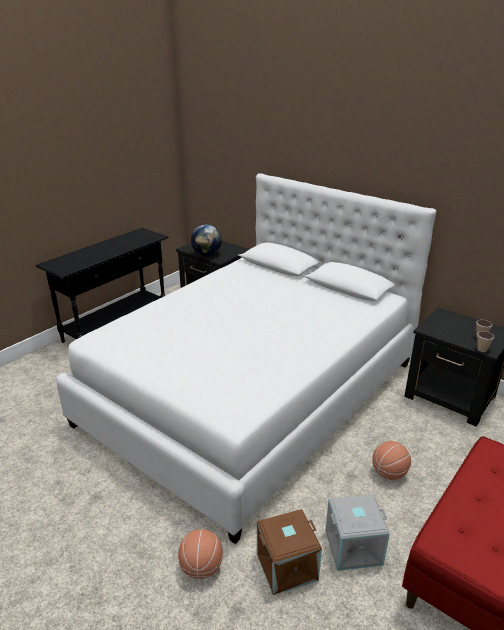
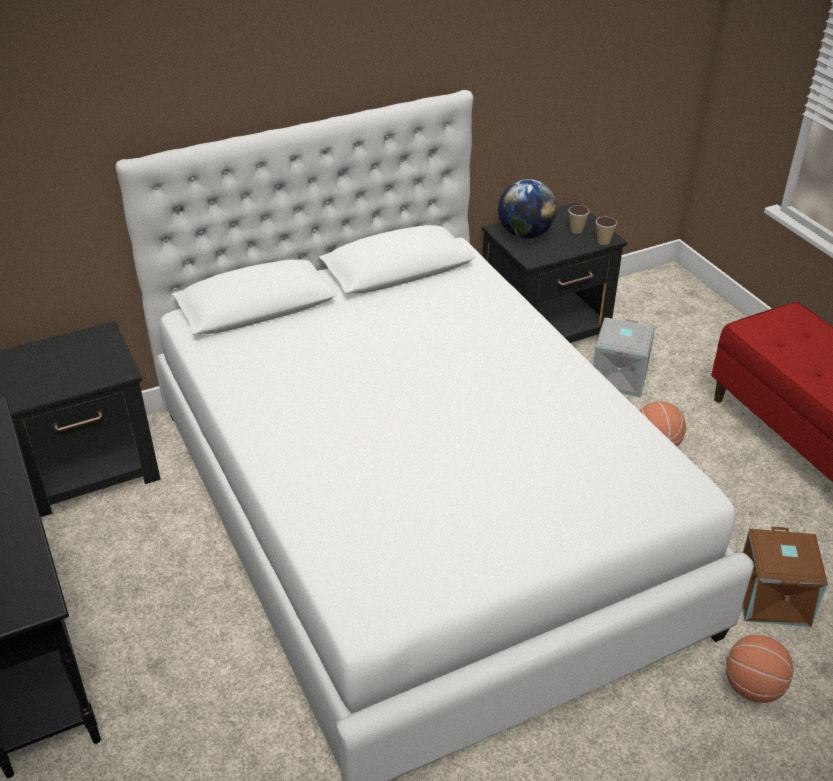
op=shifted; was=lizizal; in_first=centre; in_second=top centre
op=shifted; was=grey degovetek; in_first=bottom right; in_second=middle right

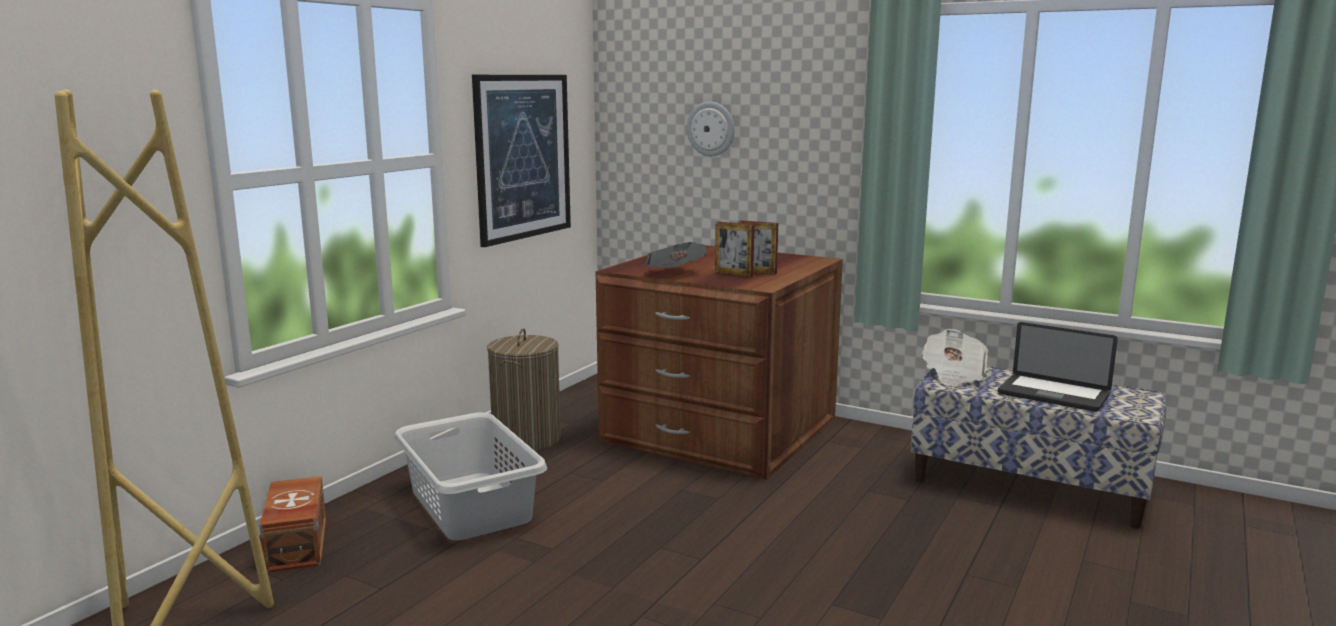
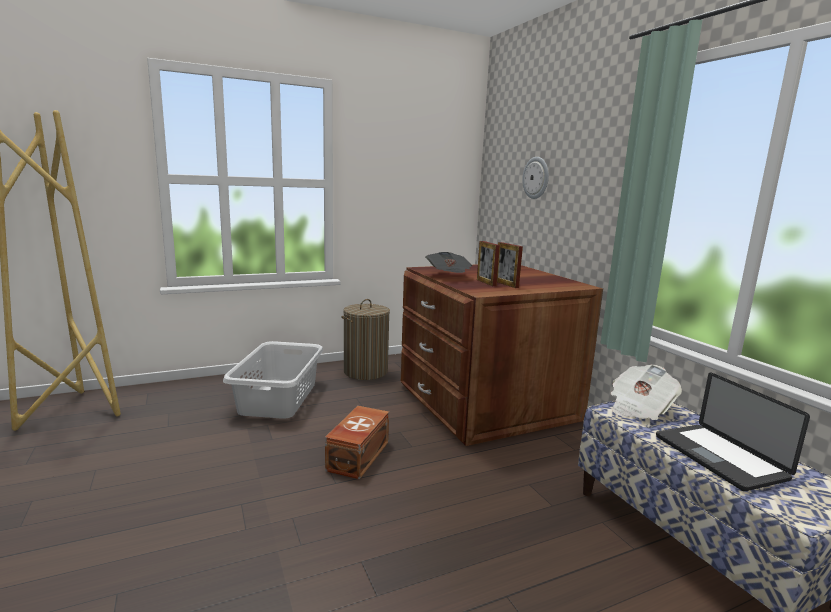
op=shifted; was=brown degovetek; in_first=bottom left; in_second=bottom centre
op=gone; was=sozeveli; in_first=top centre

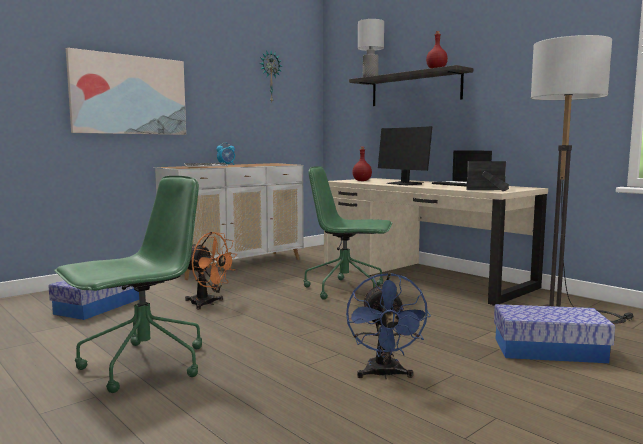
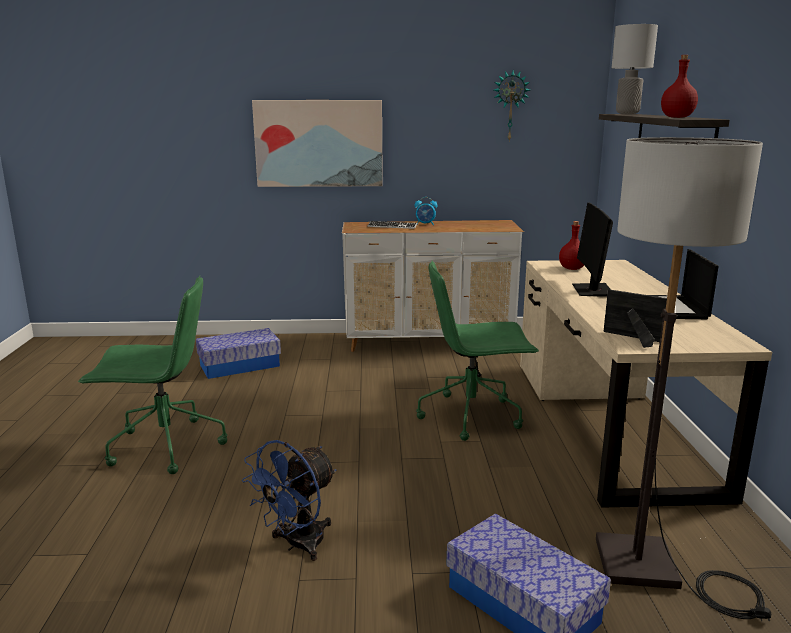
op=rotated; was=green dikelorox (no. 2 from left); in_first=centre; in_second=centre; clockwise=-60
op=gone; was=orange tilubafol; in_first=middle left

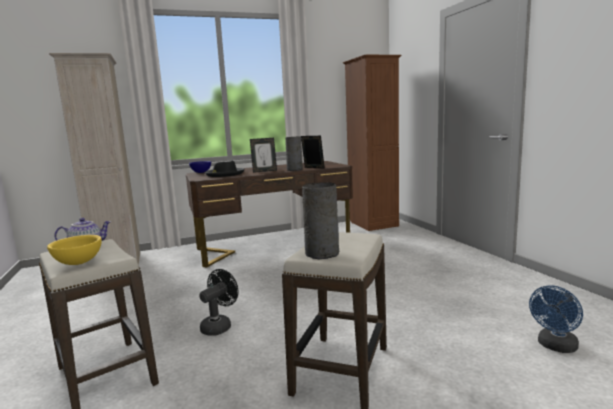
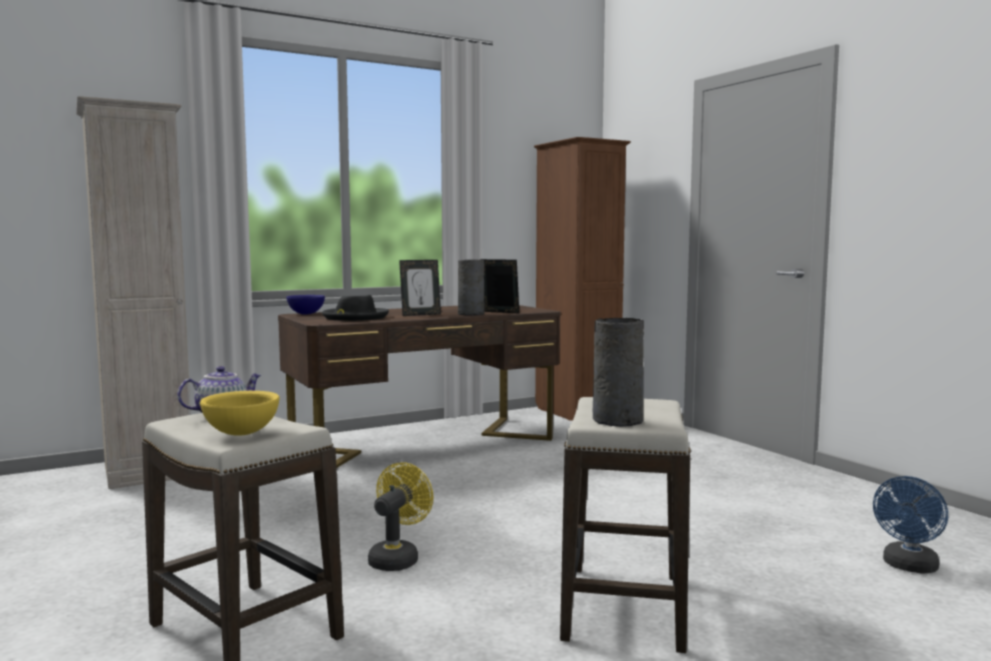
op=repainted; was=black tilubafol; now=yellow tilubafol; in_first=bottom centre; in_second=bottom centre

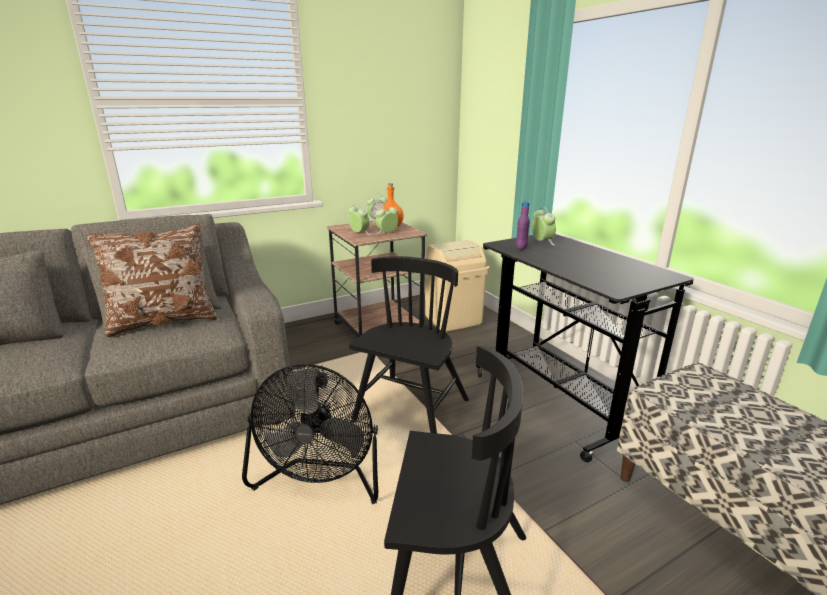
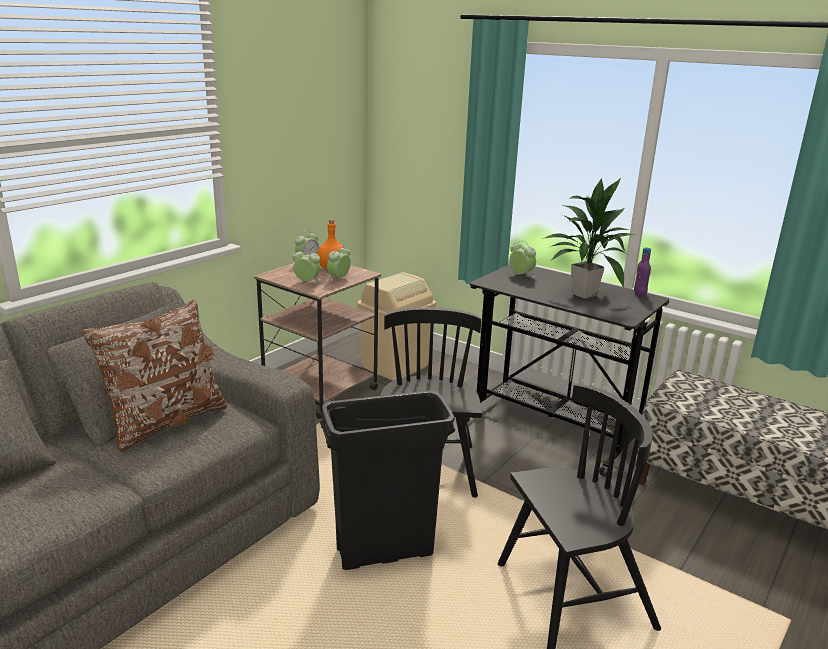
op=swapped; was=black tilubafol; now=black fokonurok; in_first=bottom centre; in_second=bottom centre
op=new; now=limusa; in_second=middle right
op=shifted; was=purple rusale; in_first=centre; in_second=middle right

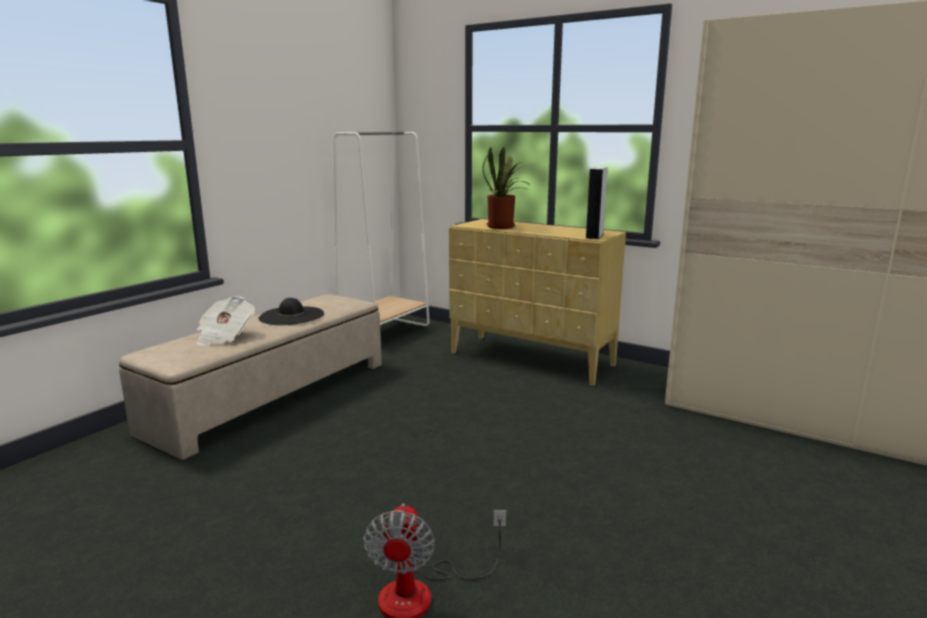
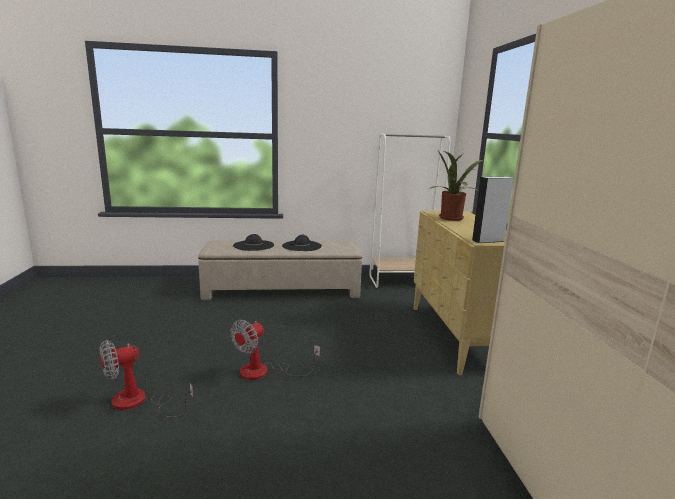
op=new; now=tilubafol (no. 2 from left); in_second=bottom centre
op=swapped; was=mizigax; now=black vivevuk (no. 1 from left); in_first=middle left; in_second=centre

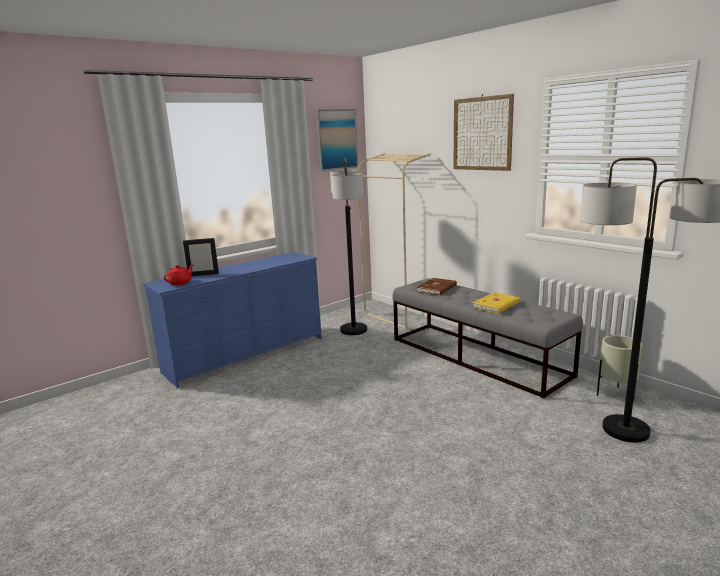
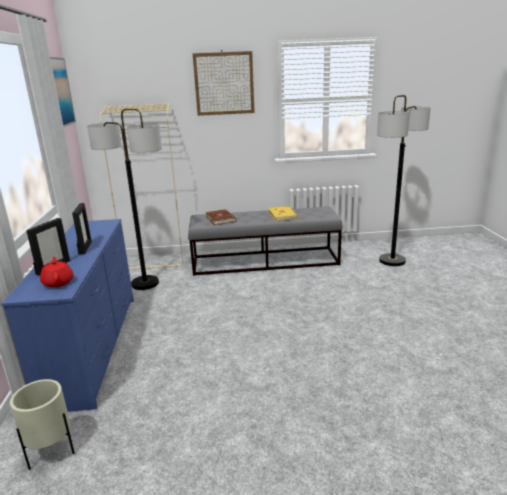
op=shifted; was=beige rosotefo; in_first=middle right; in_second=bottom left
op=new; now=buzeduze (no. 2 from left); in_second=middle left

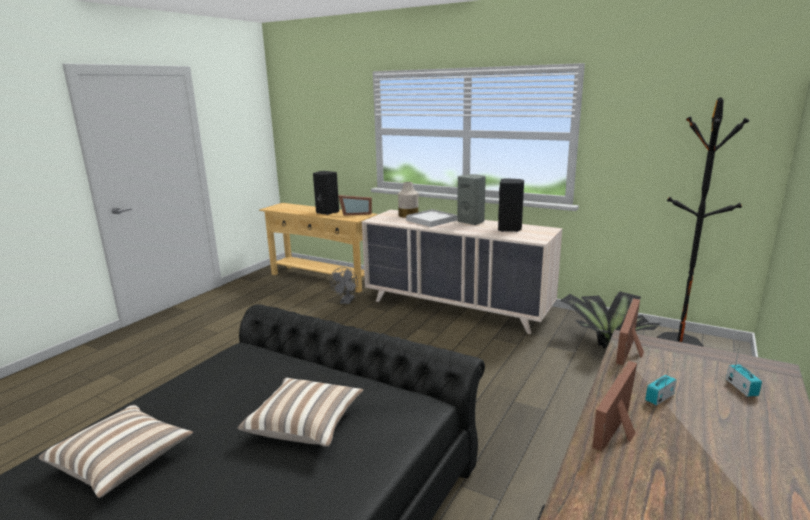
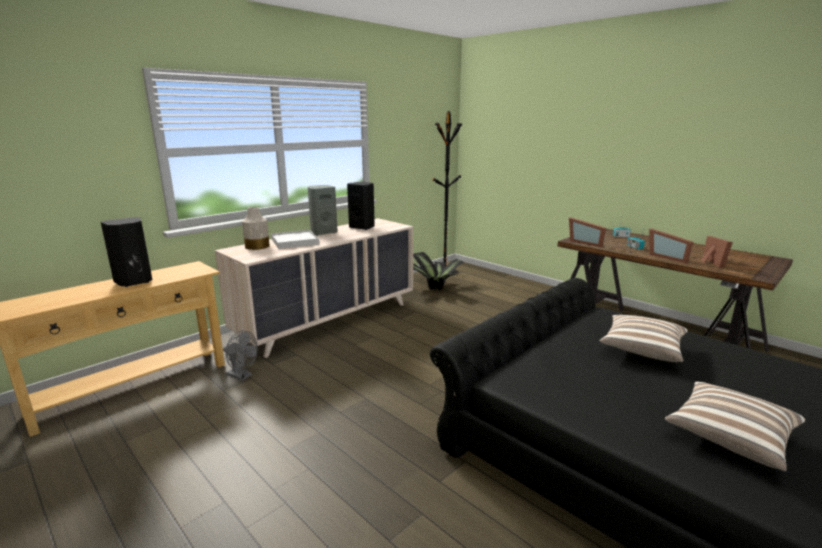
op=shifted; was=buzeduze (no. 1 from left in the first image); now=buzeduze (no. 3 from left); in_first=centre; in_second=middle right

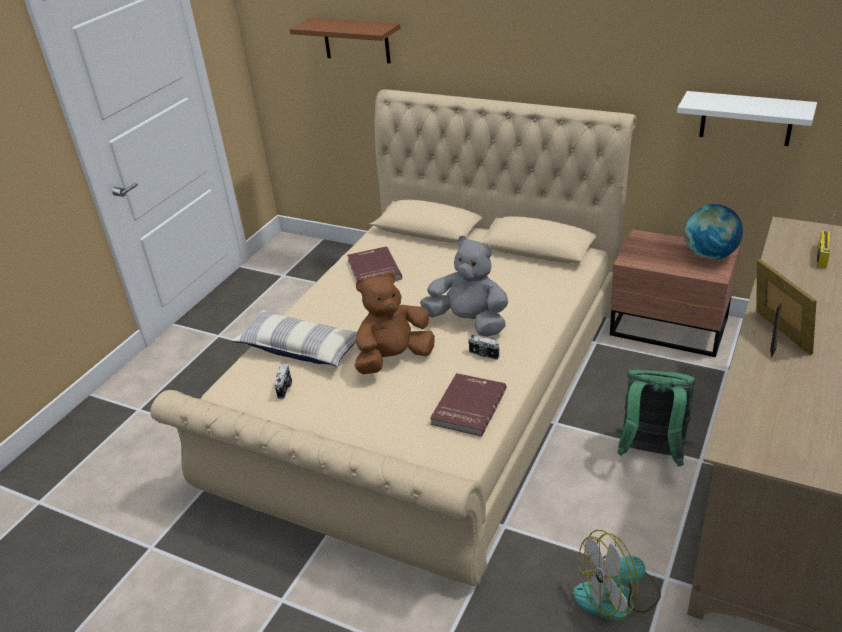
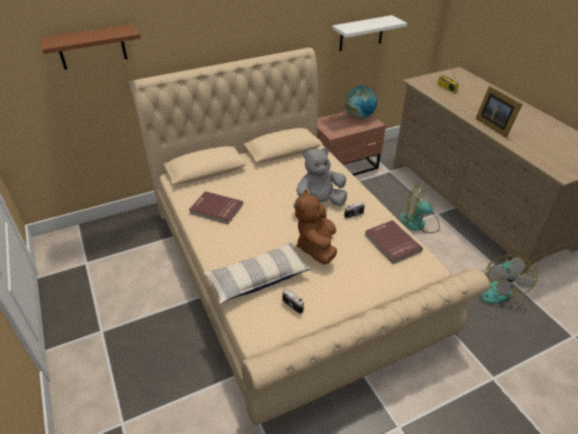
op=swapped; was=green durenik; now=tilubafol (no. 1 from left); in_first=middle right; in_second=middle right
op=rotated; was=buzeduze; in_first=middle right; in_second=top right; clockwise=-135

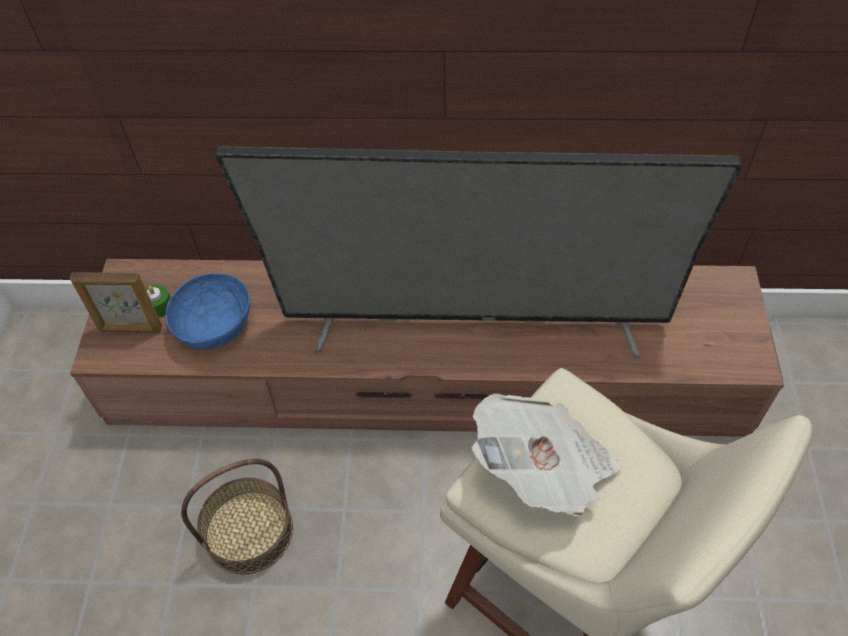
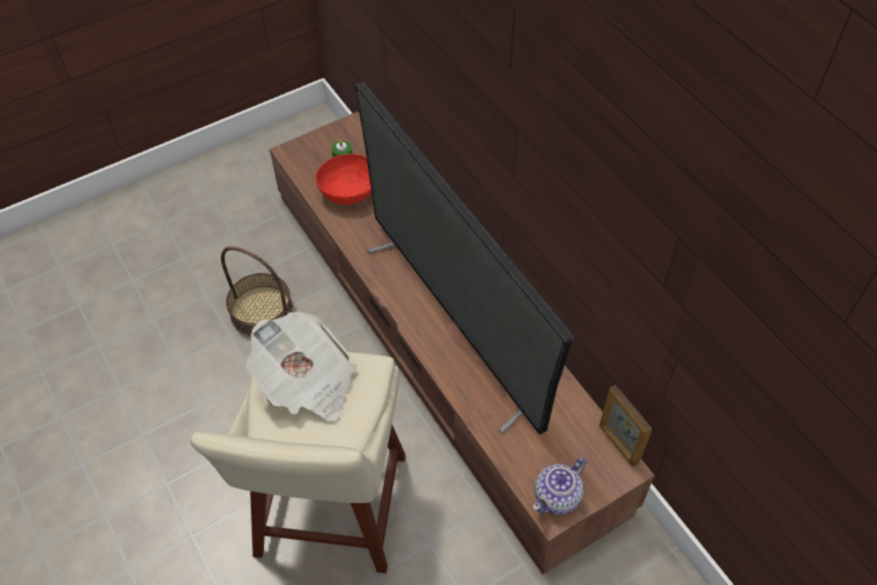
op=repainted; was=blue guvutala; now=red guvutala; in_first=middle left; in_second=top centre
op=new; now=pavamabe; in_second=bottom centre
op=shifted; was=buzeduze; in_first=middle left; in_second=bottom right

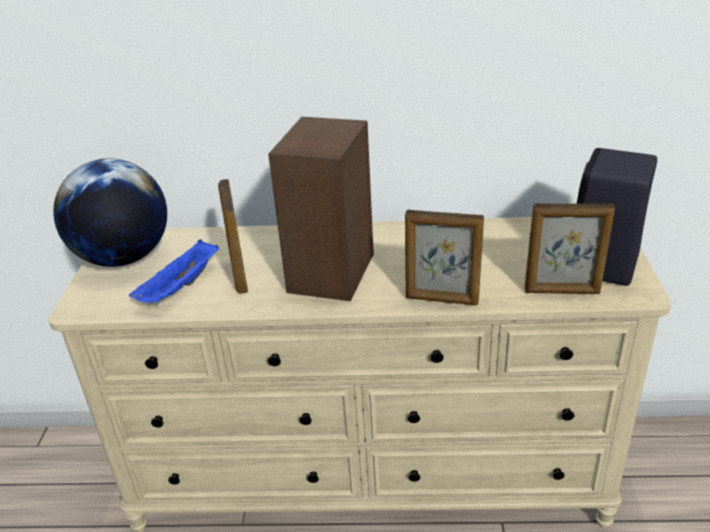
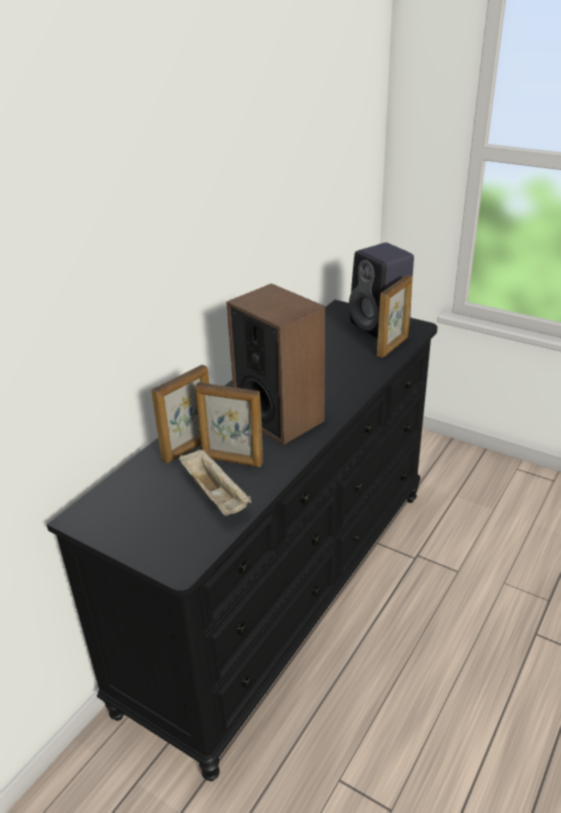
op=repainted; was=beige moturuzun; now=black moturuzun; in_first=bottom centre; in_second=centre
op=shifted; was=buzeduze (no. 2 from left in the first image); now=buzeduze (no. 1 from left); in_first=centre; in_second=middle left
op=repainted; was=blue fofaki; now=beige fofaki; in_first=middle left; in_second=centre
op=gone; was=lizizal; in_first=middle left

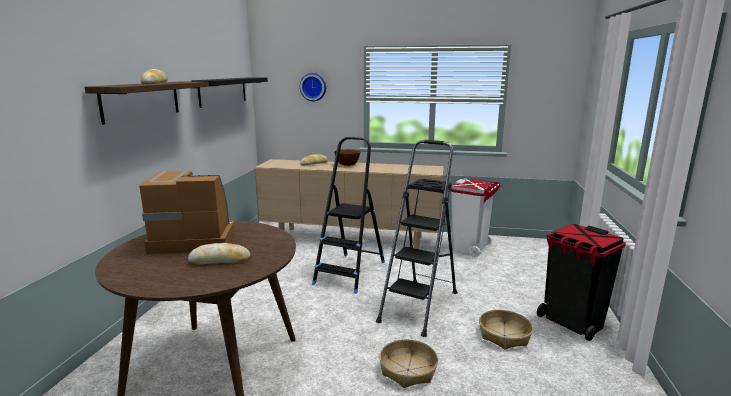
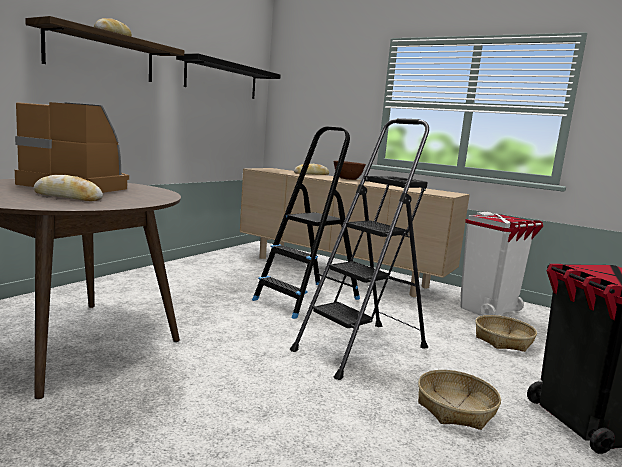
op=shifted; was=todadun (no. 1 from left in the first image); now=todadun (no. 2 from left); in_first=bottom centre; in_second=bottom right
op=gone; was=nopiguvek; in_first=top centre

